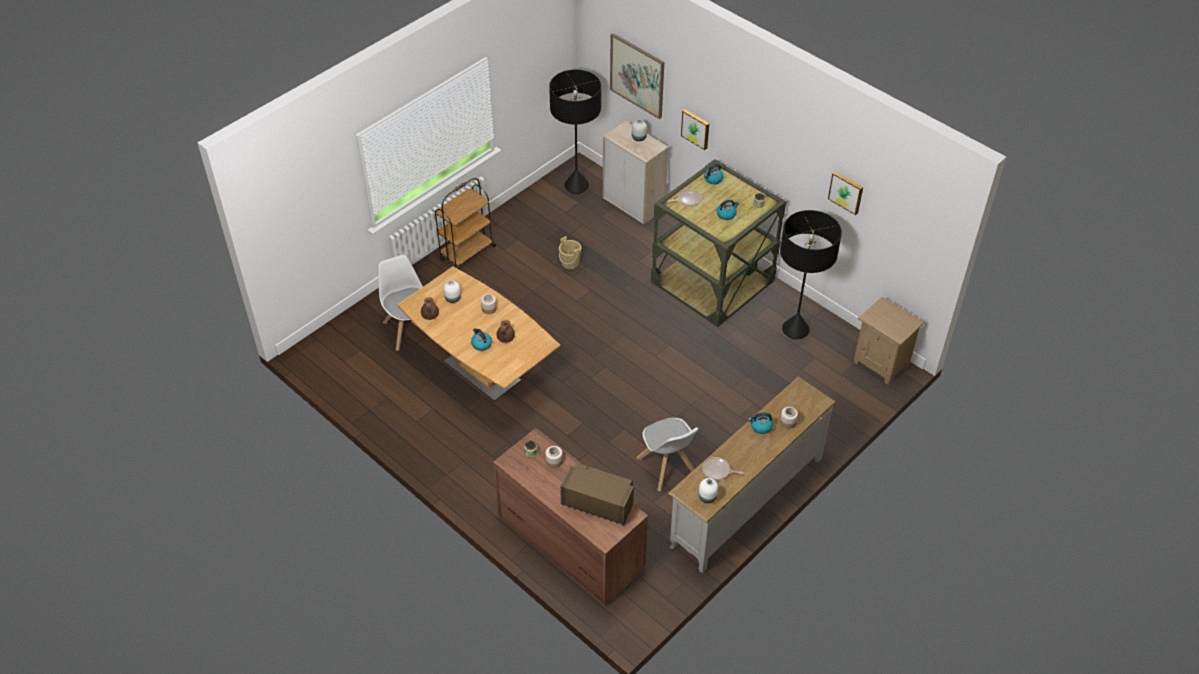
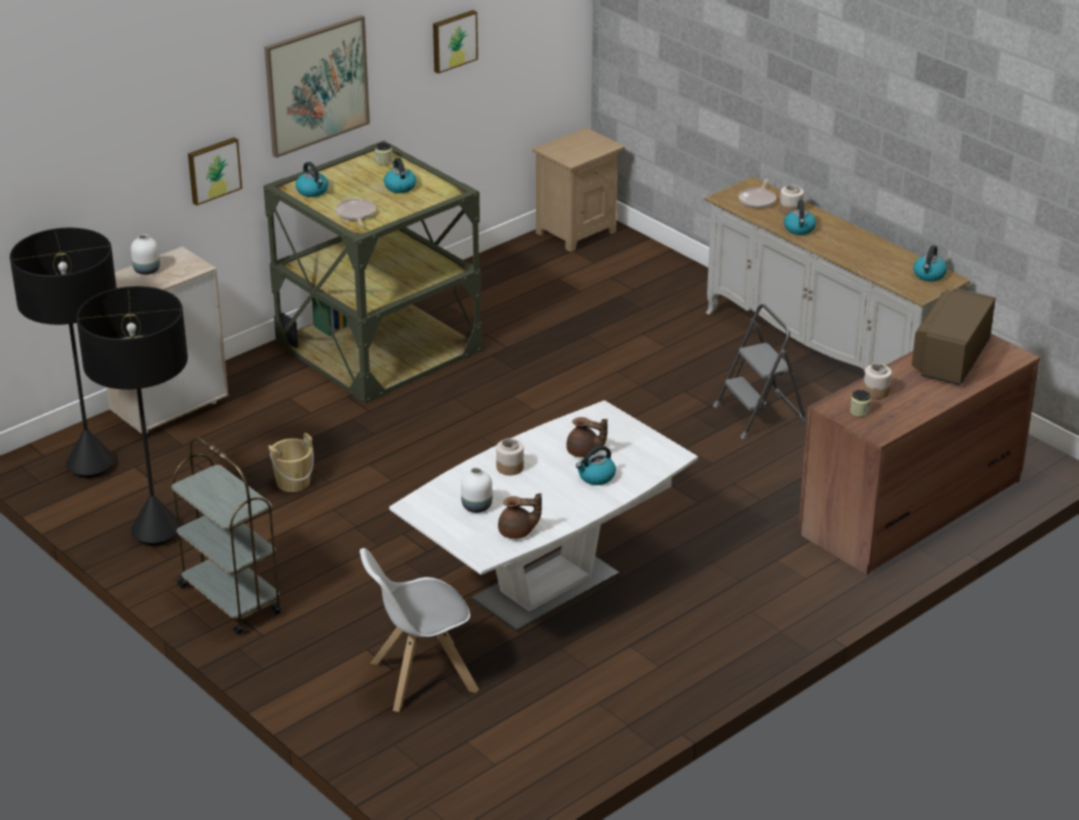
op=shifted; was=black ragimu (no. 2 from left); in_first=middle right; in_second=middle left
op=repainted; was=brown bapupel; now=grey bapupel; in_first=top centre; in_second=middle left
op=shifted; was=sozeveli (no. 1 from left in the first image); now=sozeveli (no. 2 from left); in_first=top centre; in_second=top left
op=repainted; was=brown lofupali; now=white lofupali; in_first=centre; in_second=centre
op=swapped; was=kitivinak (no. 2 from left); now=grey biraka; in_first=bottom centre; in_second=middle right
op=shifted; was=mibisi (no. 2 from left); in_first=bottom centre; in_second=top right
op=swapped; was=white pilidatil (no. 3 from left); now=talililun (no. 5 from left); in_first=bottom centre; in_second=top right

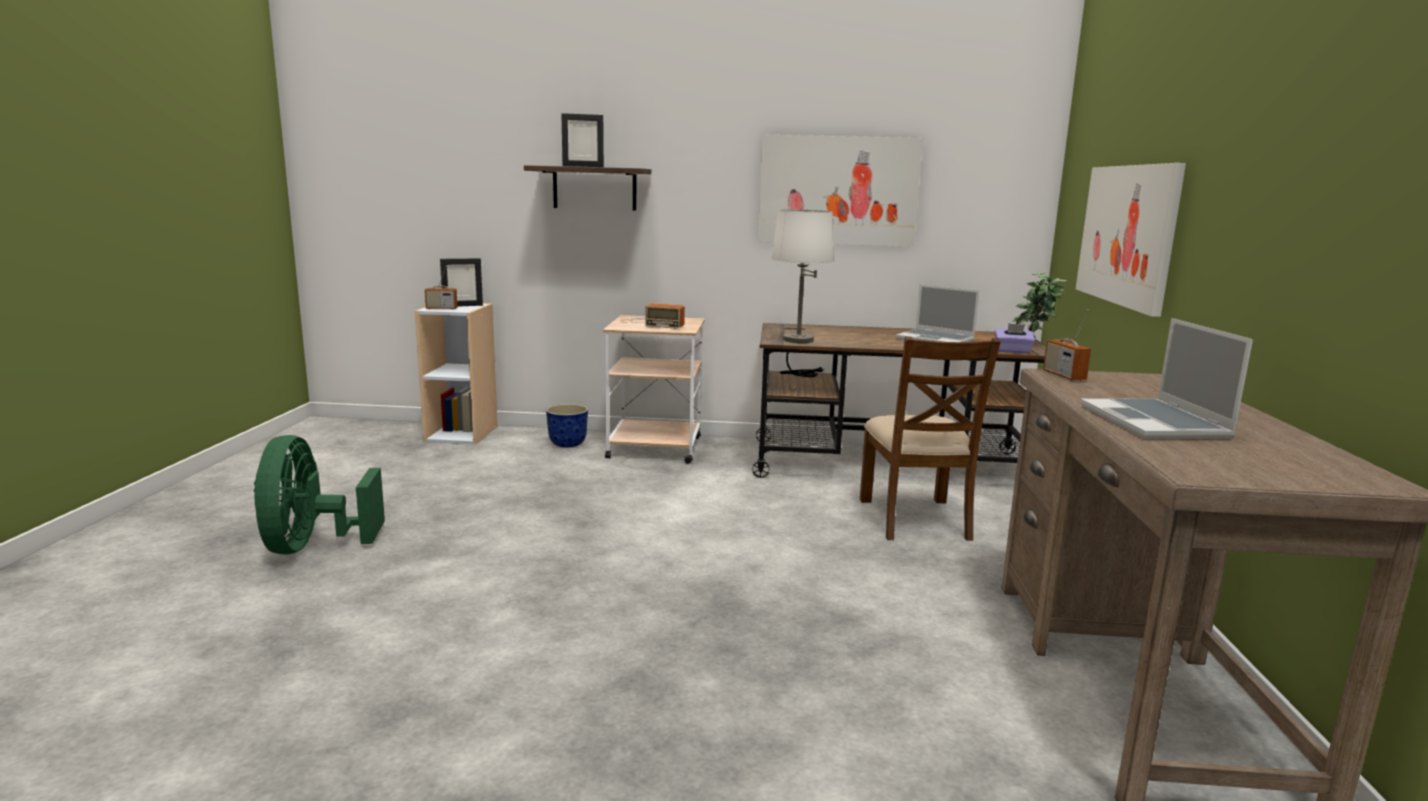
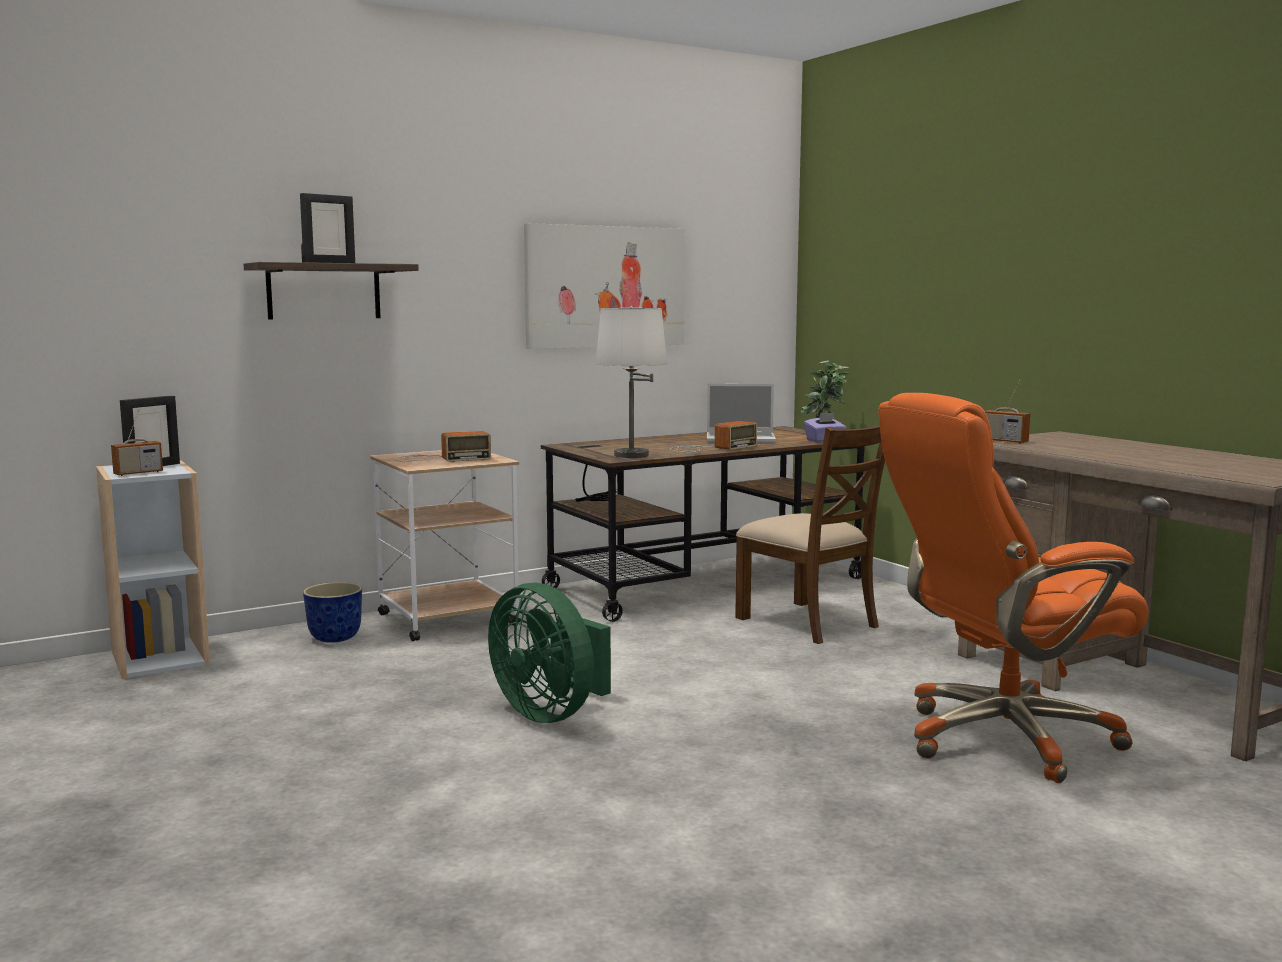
op=shifted; was=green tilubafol; in_first=middle left; in_second=bottom centre
op=new; now=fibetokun (no. 3 from left); in_second=centre
op=new; now=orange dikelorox; in_second=middle right
op=gone; was=sozeveli (no. 2 from left); in_first=top right
op=gone; was=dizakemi (no. 2 from left); in_first=middle right

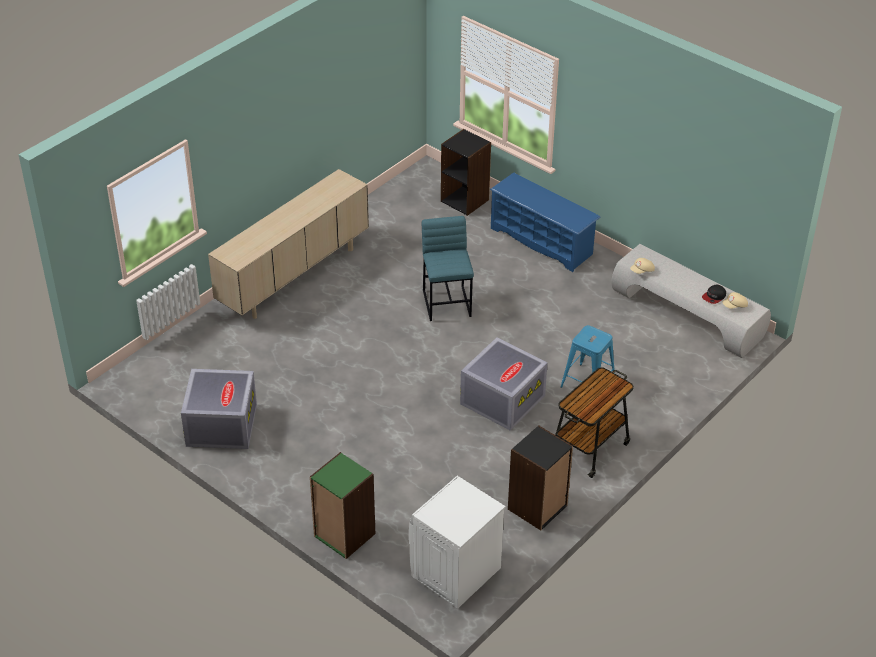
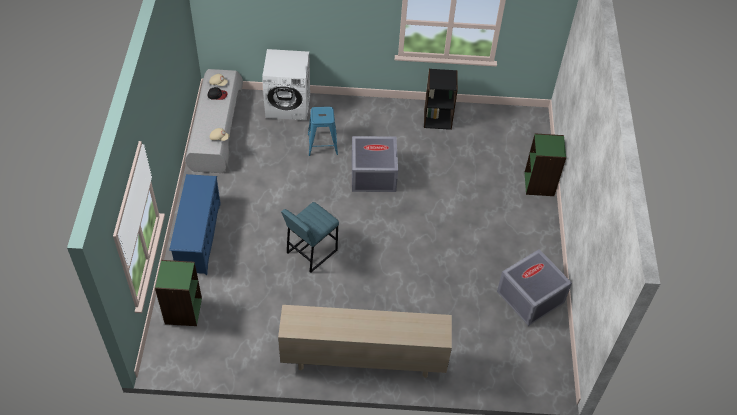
op=repainted; was=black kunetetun (no. 1 from left); now=green kunetetun (no. 1 from left); in_first=top centre; in_second=bottom left
op=shifted; was=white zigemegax; in_first=bottom centre; in_second=top centre
op=gone; was=bapupel; in_first=middle right

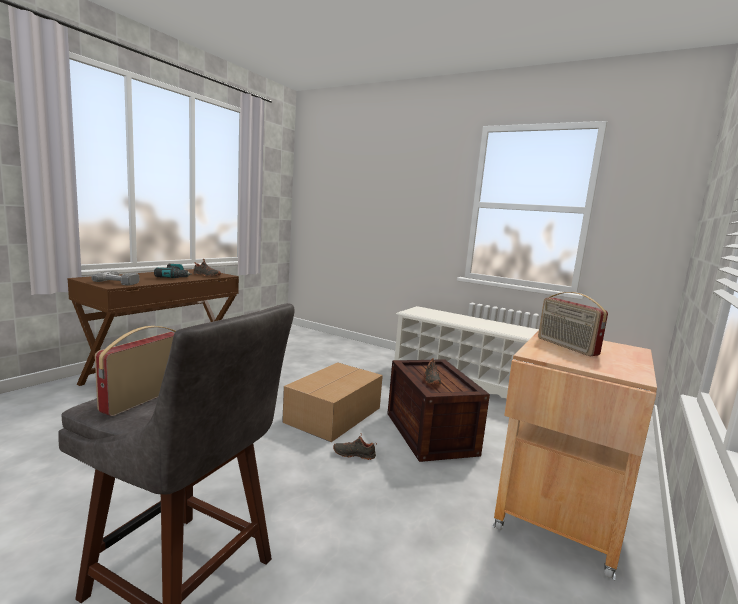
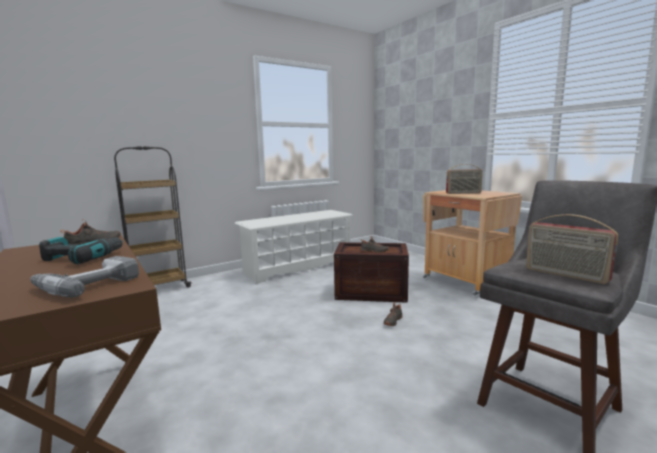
op=new; now=brown bapupel (no. 1 from left); in_second=middle left
op=gone; was=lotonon; in_first=centre

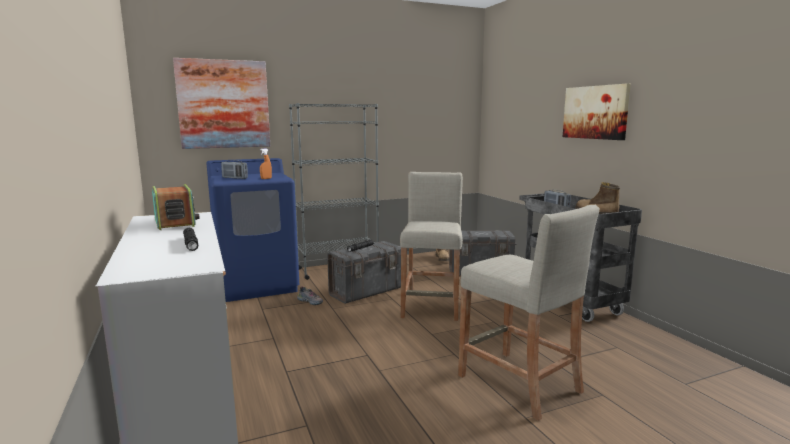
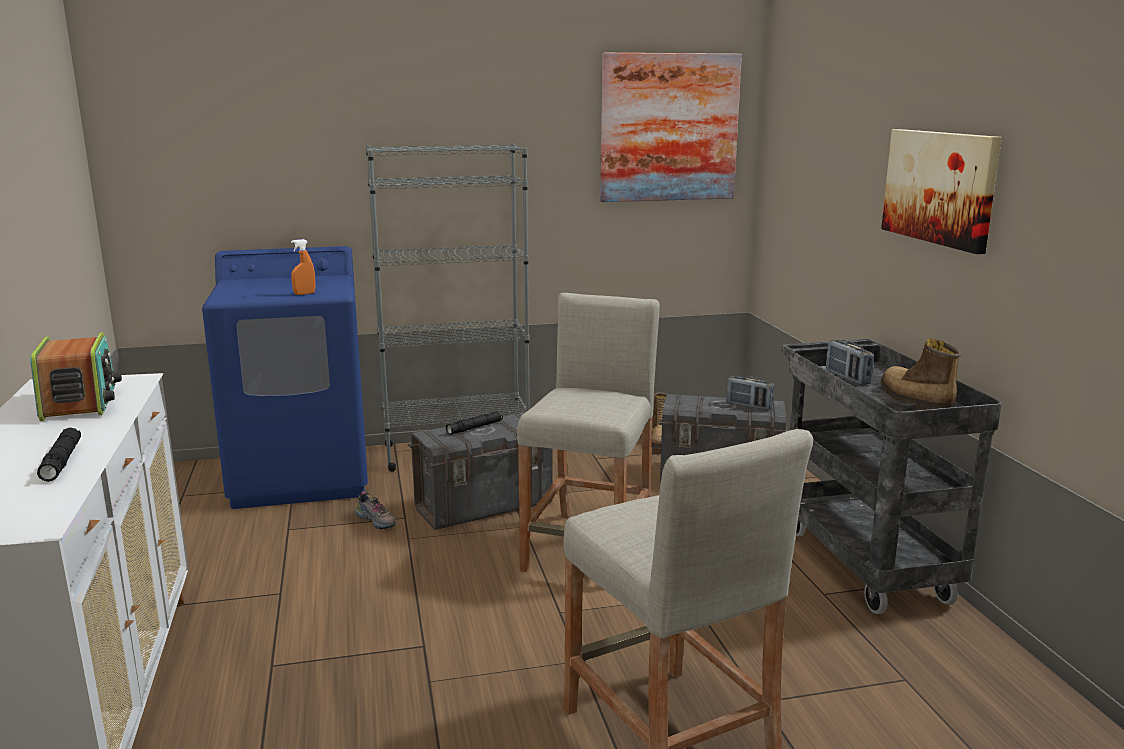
op=shifted; was=sozeveli (no. 1 from left); in_first=top left; in_second=top centre
op=shifted; was=fibetokun (no. 2 from left); in_first=middle left; in_second=middle right

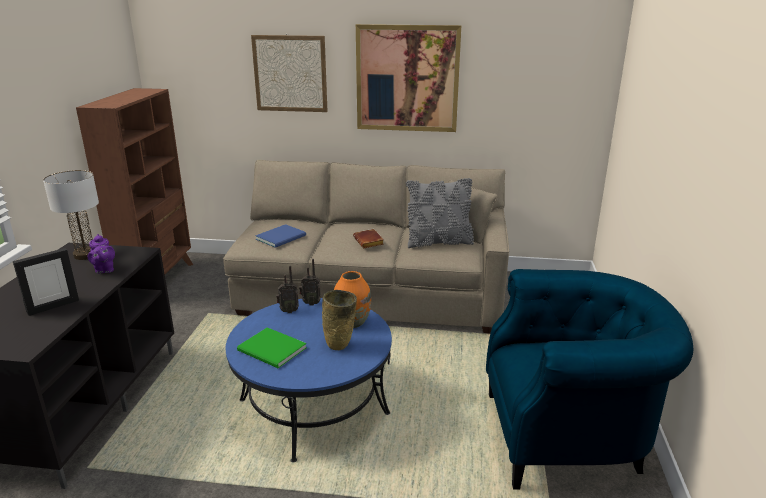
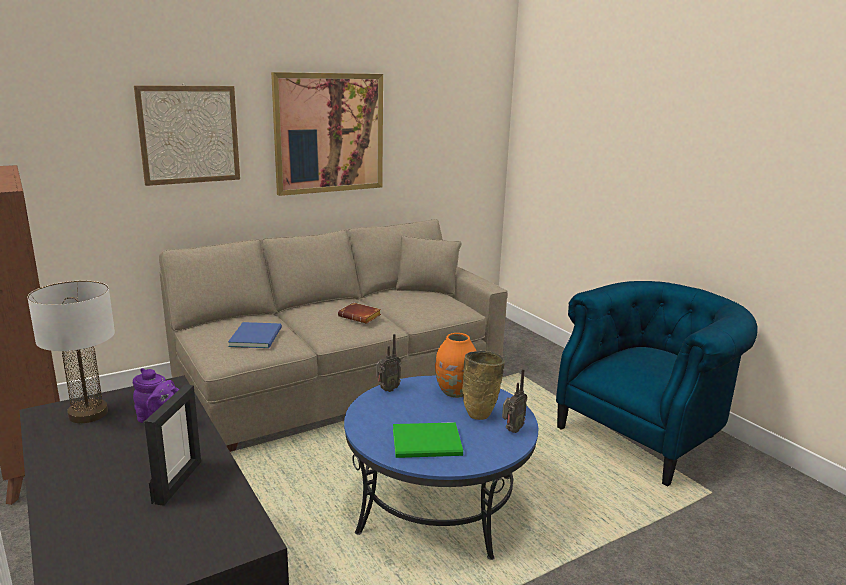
op=shifted; was=fibetokun (no. 1 from left in the first image); now=fibetokun (no. 2 from left); in_first=centre; in_second=bottom centre
op=gone; was=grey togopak; in_first=centre

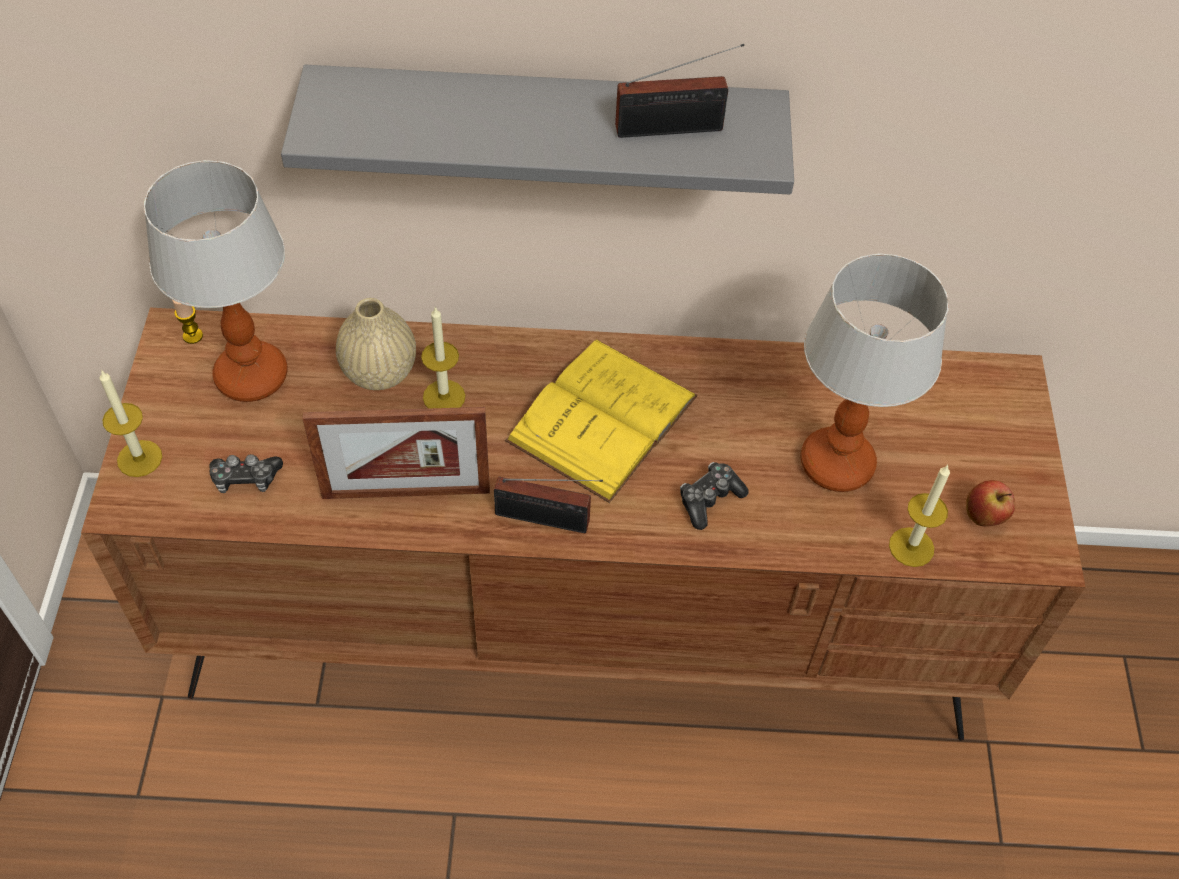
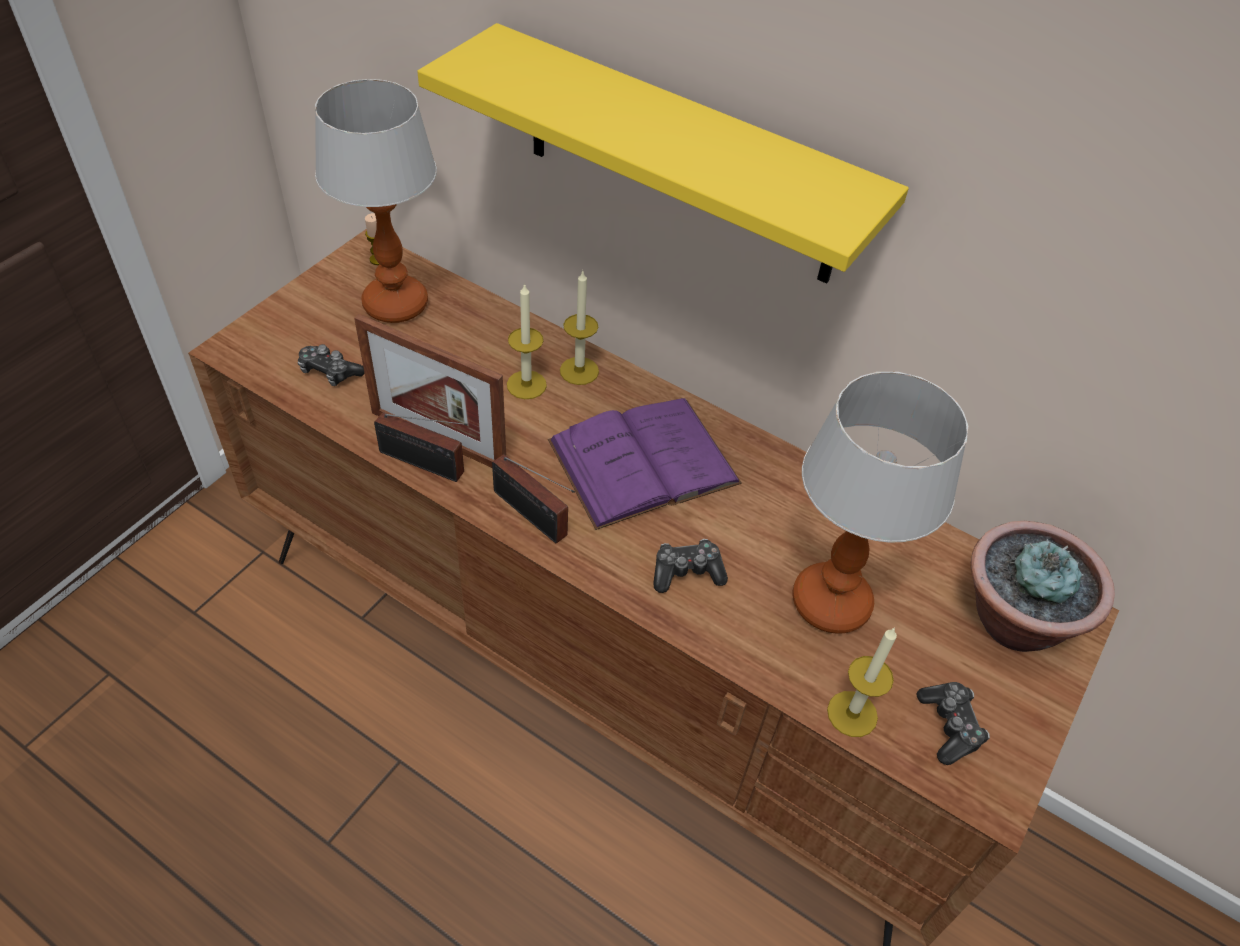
op=shifted; was=fibetokun (no. 2 from left in the first image); now=fibetokun (no. 1 from left); in_first=top centre; in_second=centre
op=repainted; was=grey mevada; now=yellow mevada; in_first=top centre; in_second=top centre
op=repainted; was=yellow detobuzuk; now=purple detobuzuk; in_first=centre; in_second=centre
op=shifted; was=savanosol (no. 1 from left in the first image); now=savanosol (no. 3 from left); in_first=middle left; in_second=centre
op=swapped; was=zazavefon; now=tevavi (no. 3 from left); in_first=middle right; in_second=bottom right
op=new; now=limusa; in_second=middle right
op=gone; was=beige pilidatil; in_first=middle left

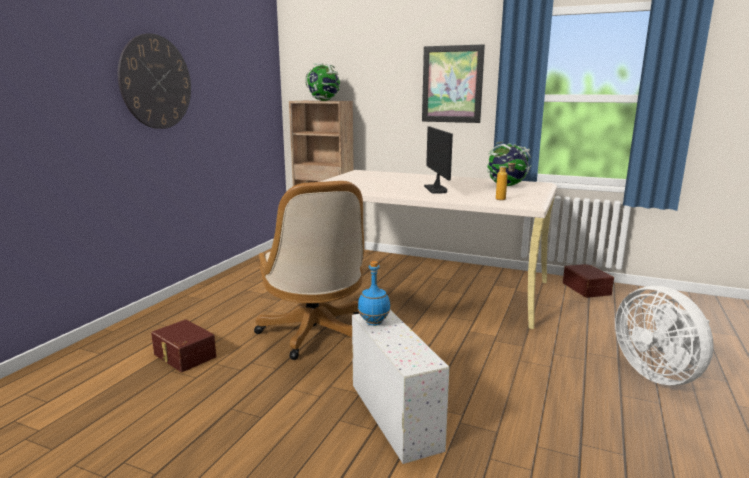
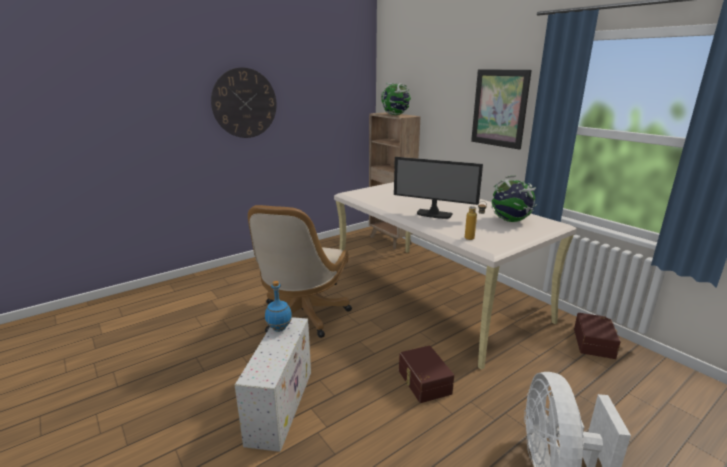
op=rotated; was=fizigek; in_first=centre; in_second=centre; clockwise=90
op=shifted; was=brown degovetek (no. 1 from left); in_first=bottom left; in_second=bottom centre

